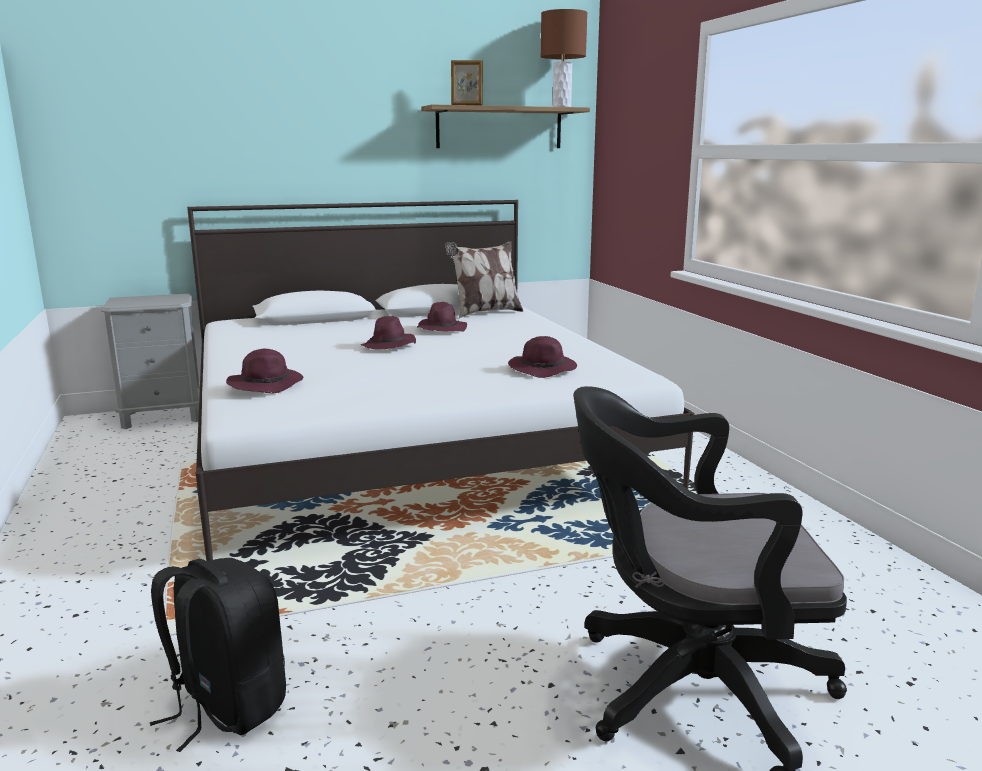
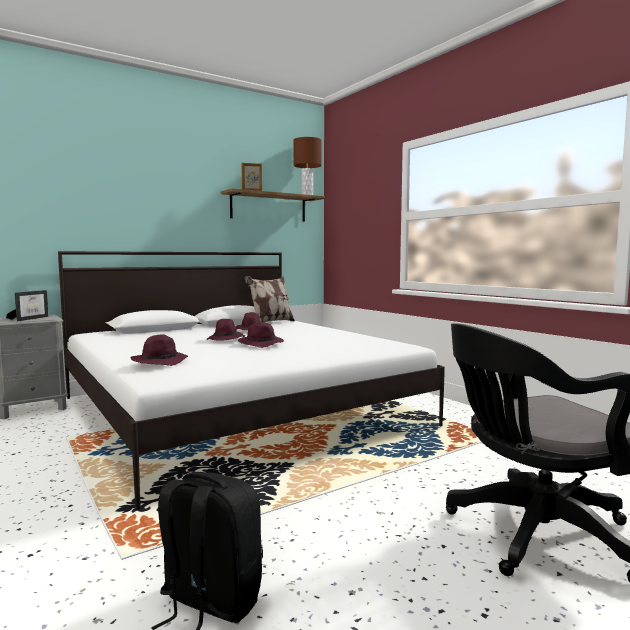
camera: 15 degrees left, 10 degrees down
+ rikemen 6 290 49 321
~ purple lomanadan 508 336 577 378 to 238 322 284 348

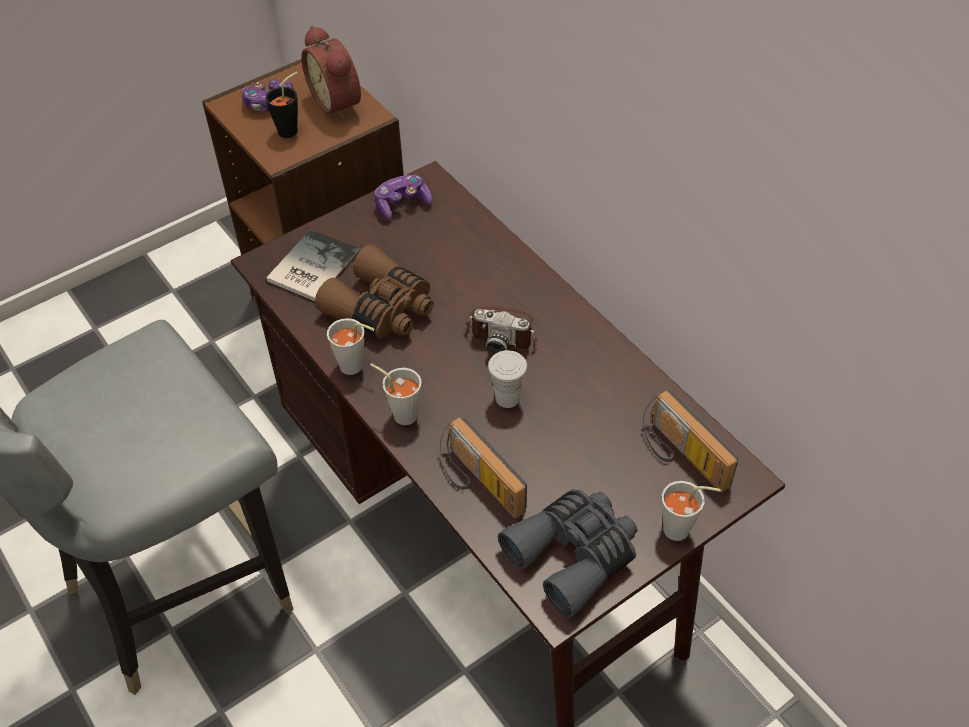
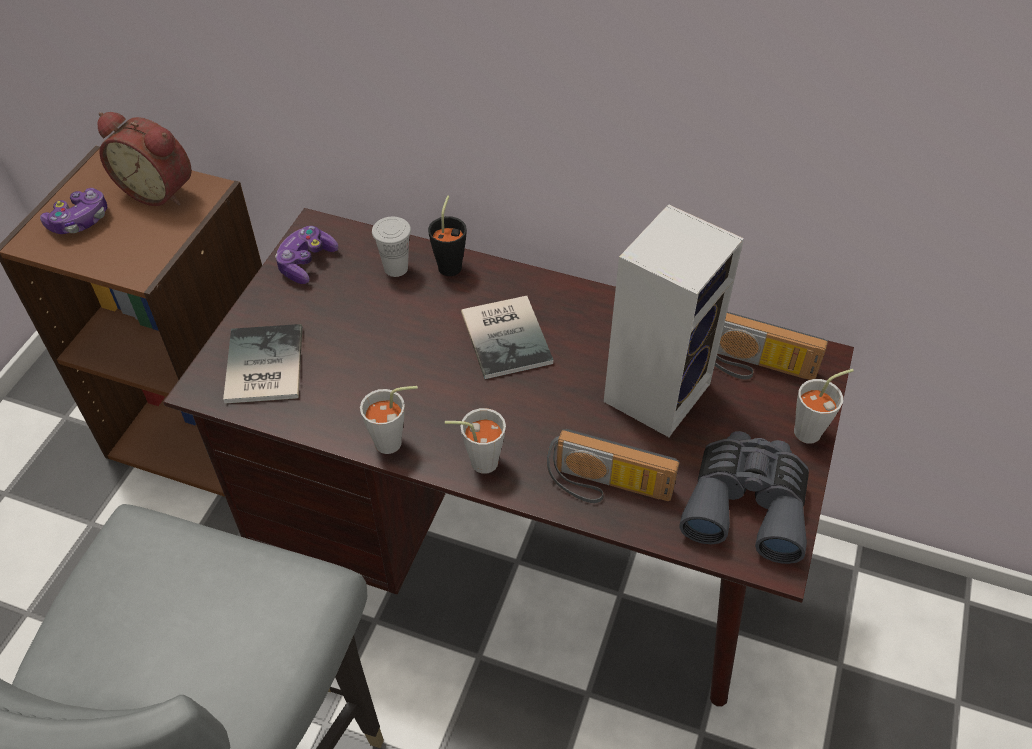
camera: 35 degrees left, 0 degrees up
- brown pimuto 315 244 434 339
+ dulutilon 604 204 744 437
~ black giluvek 265 72 298 138 to 428 196 467 276
~ white giluvek 488 350 527 408 to 372 217 411 277
~ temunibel 466 306 538 354 to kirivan 461 296 553 379

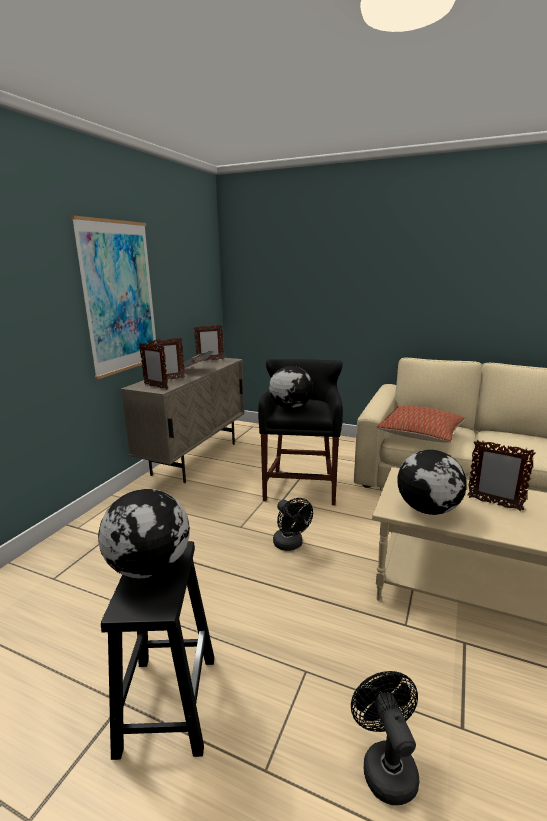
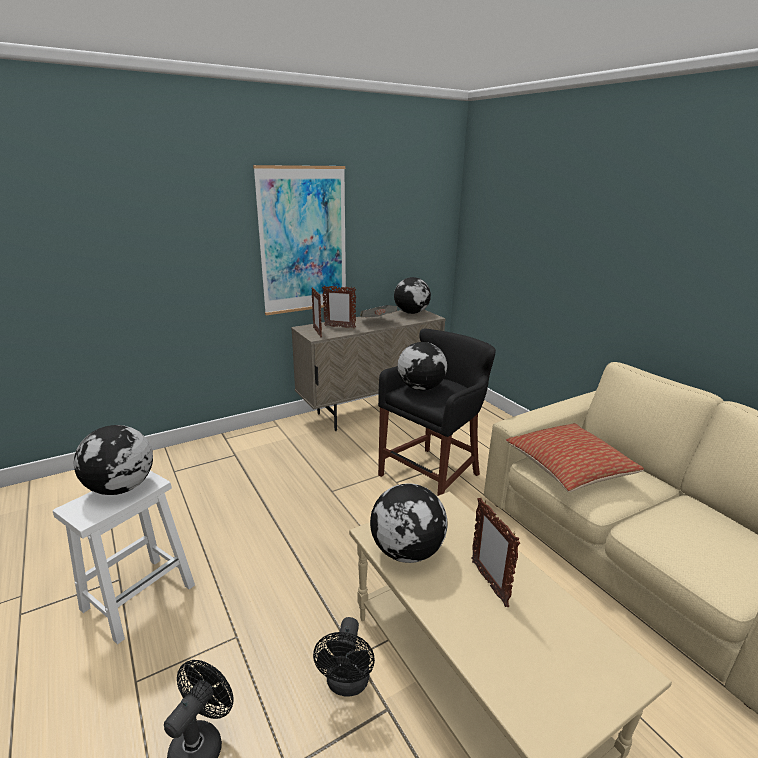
camera: 35 degrees right, 5 degrees up
~ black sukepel 273 498 313 551 to 313 617 375 697
~ rikemen 194 325 224 361 to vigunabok 394 277 431 314
~ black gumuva 101 541 214 760 to white gumuva 53 471 195 645

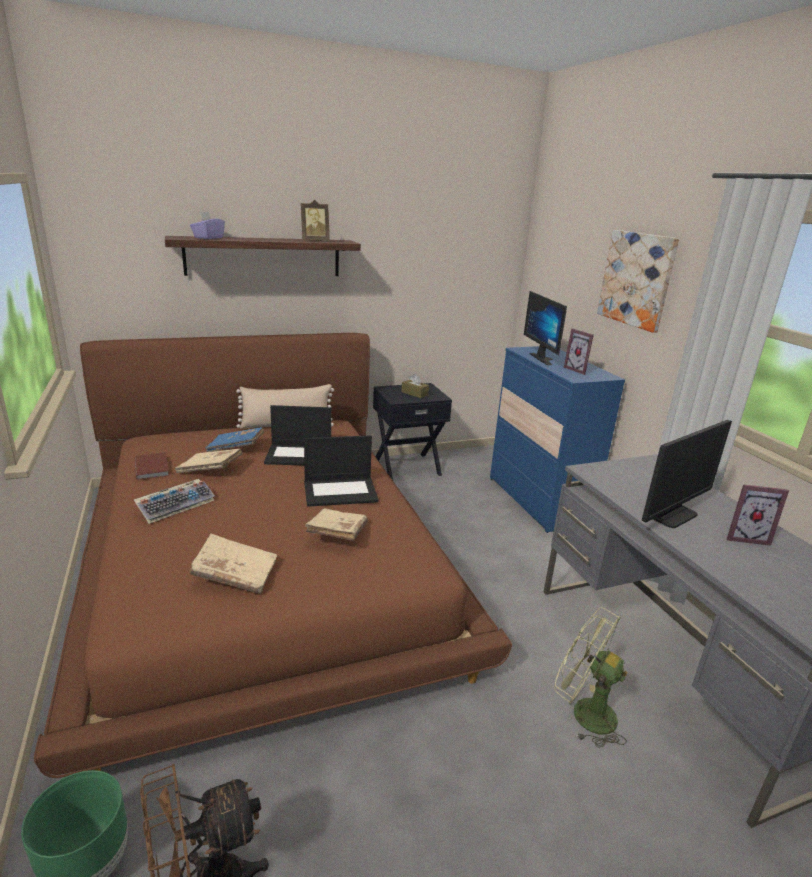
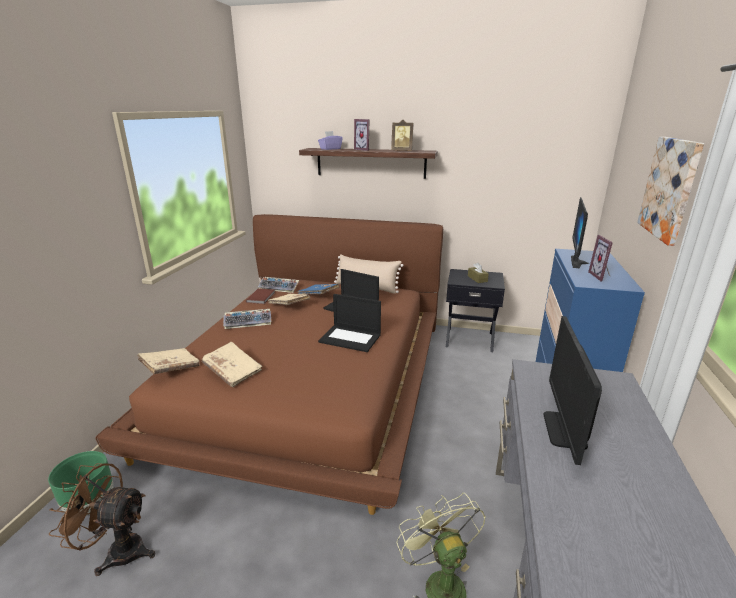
camera: 35 degrees right, 0 degrees up
+ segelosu 258 277 299 293
~ beige kirivan 305 508 368 541 to 137 348 200 374
~ rikemen 727 484 789 546 to 354 119 370 151
~ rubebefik 642 420 732 528 = 543 316 602 465 105 degrees clockwise

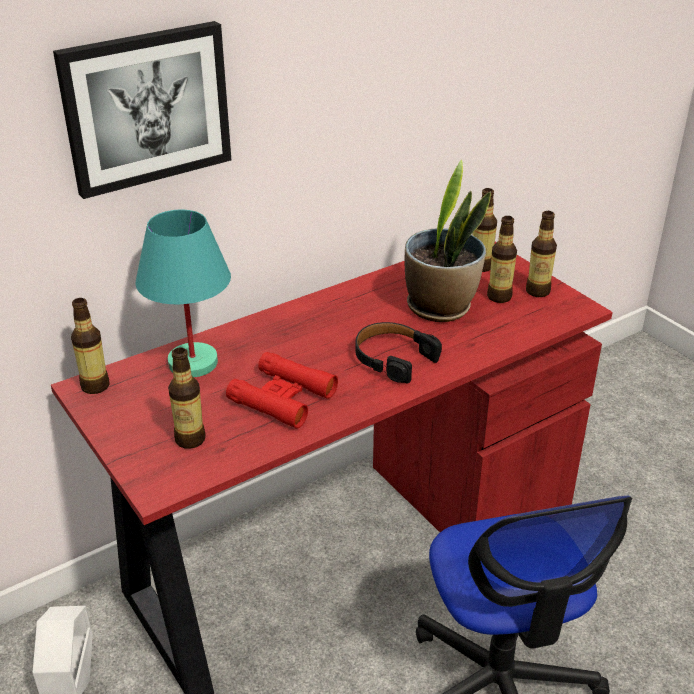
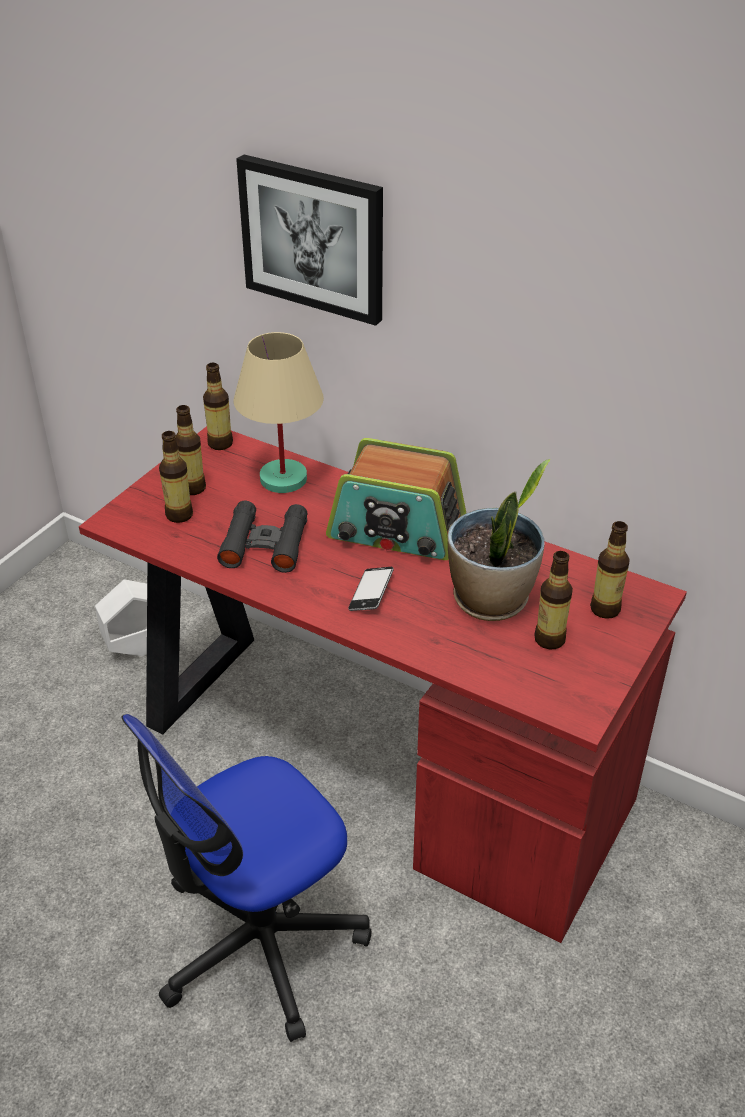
camera: 65 degrees right, 5 degrees up
+ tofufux 326 438 466 560
~ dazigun 526 211 557 297 to 176 405 206 495
~ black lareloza 355 322 442 384 to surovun 348 567 394 611
~ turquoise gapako 135 209 231 377 to beige gapako 233 332 324 493
~ red pimuto 226 352 338 429 to black pimuto 217 501 307 573

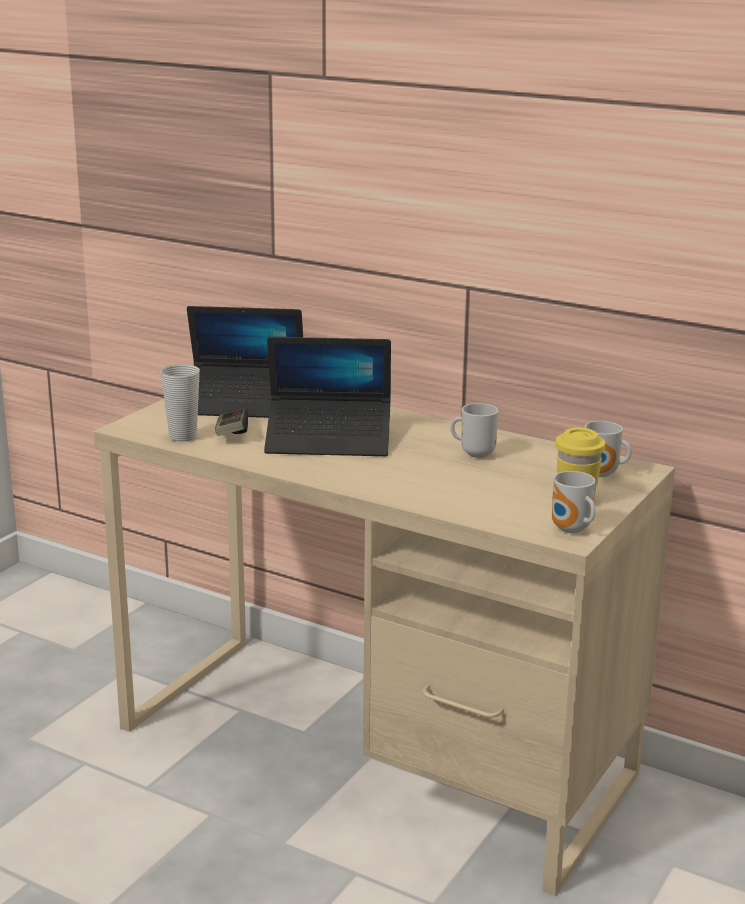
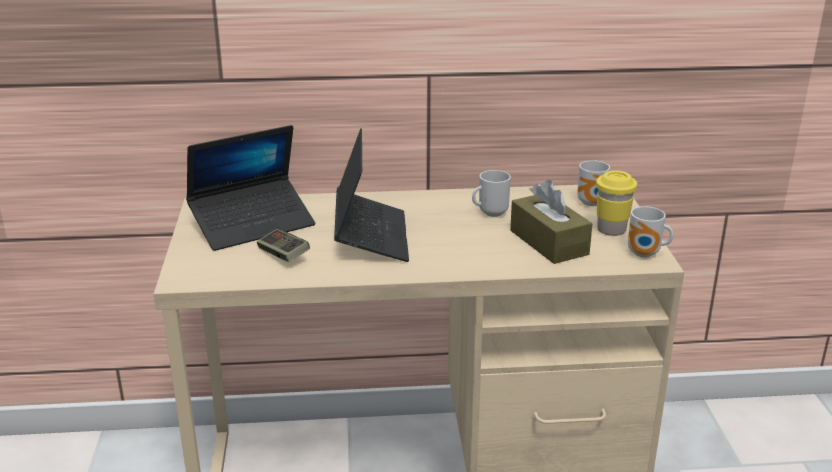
camera: 35 degrees left, 5 degrees up
- giluvek 160 364 200 442
+ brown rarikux 510 180 593 264
~ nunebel 264 337 391 456 = 334 128 409 262 60 degrees counterclockwise

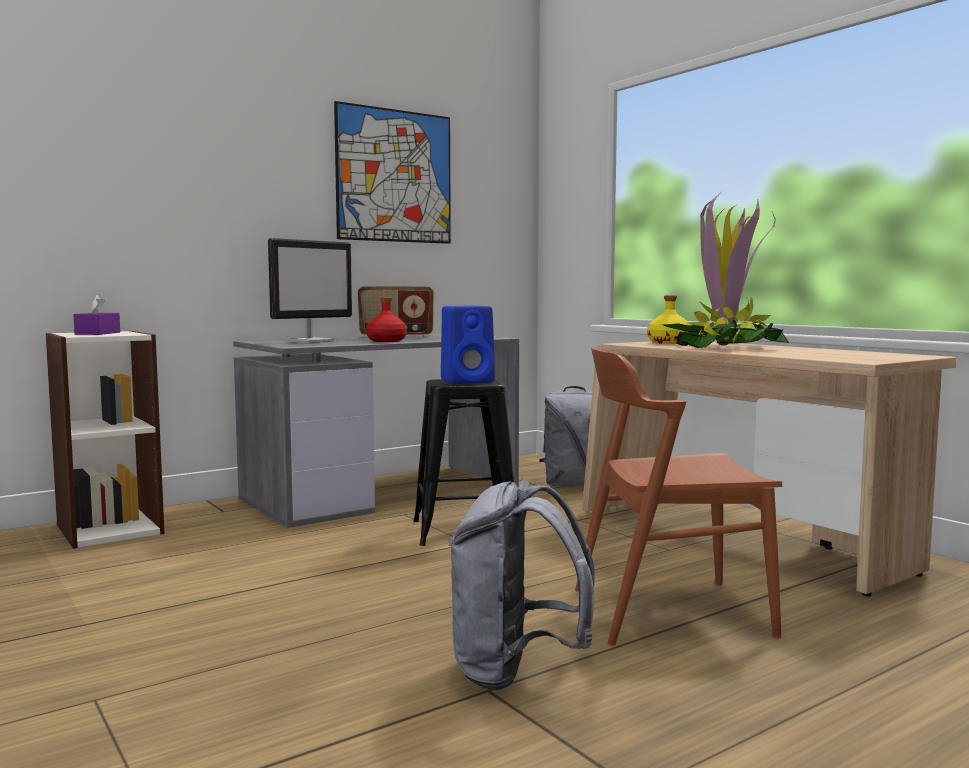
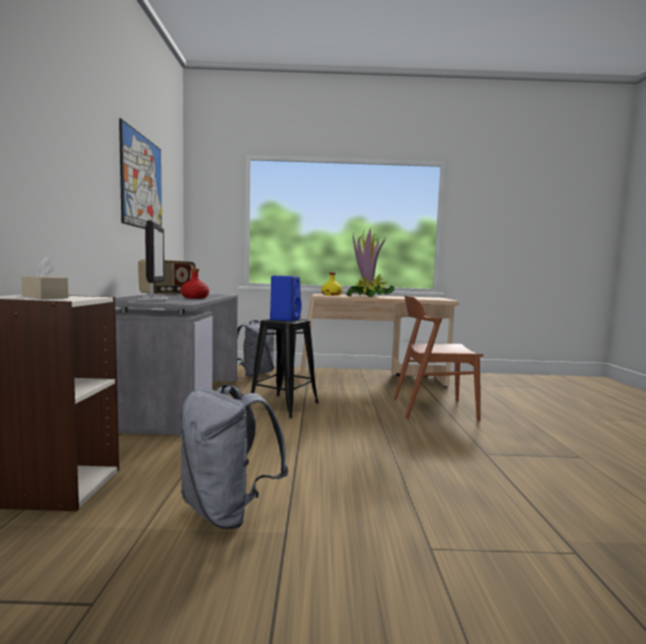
camera: 55 degrees left, 0 degrees up
~ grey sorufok 449 479 595 690 to 179 384 288 529
~ purple rarikux 73 294 120 335 to beige rarikux 21 257 69 299
~ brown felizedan 575 347 782 646 = 394 295 483 421 60 degrees clockwise

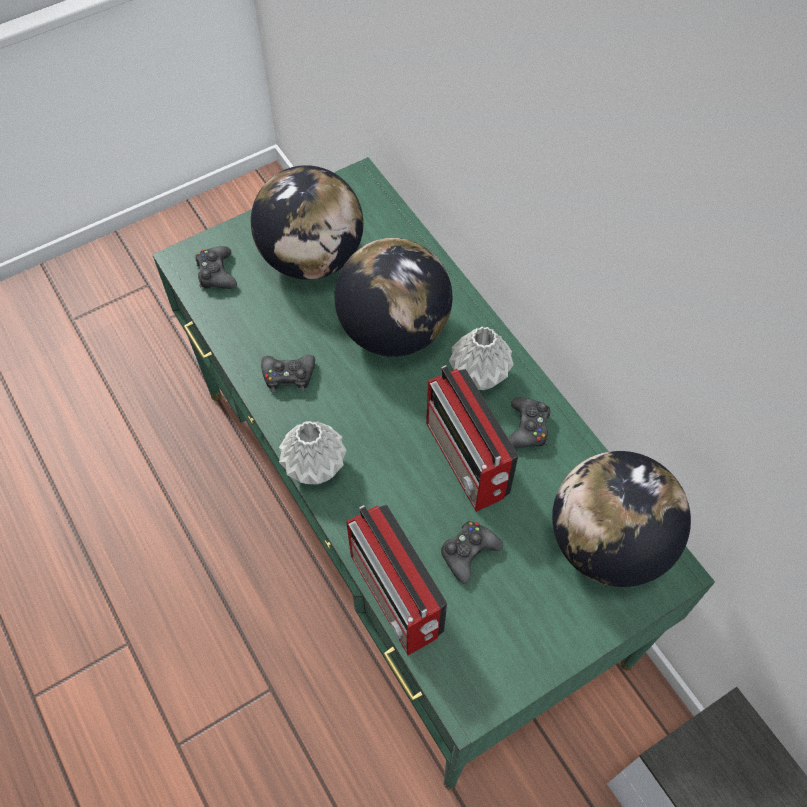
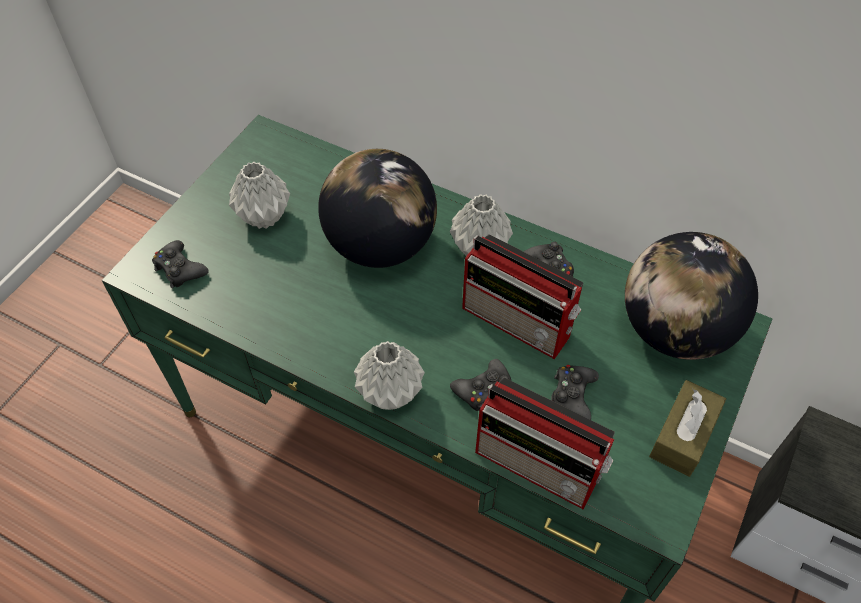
camera: 30 degrees left, 5 degrees down
+ brown rarikux 649 380 726 477
~ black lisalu 261 355 315 392 to 450 359 511 411
~ vigunabok 251 165 363 280 to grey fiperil 229 162 290 229

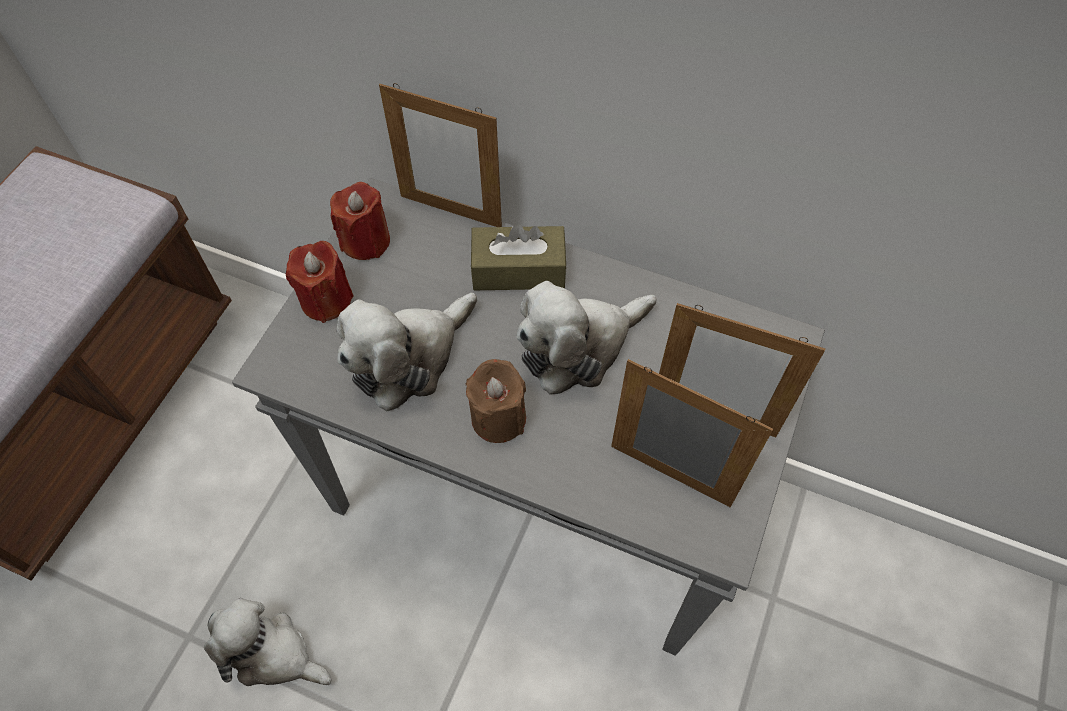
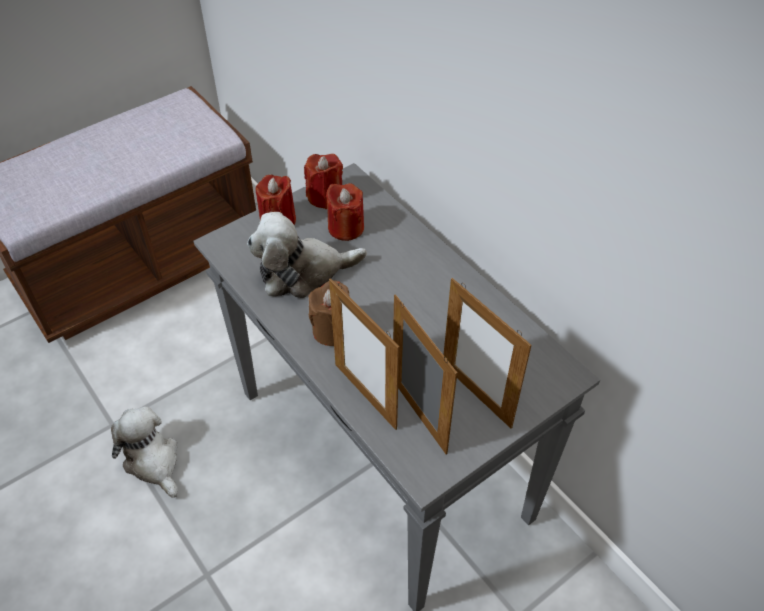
camera: 30 degrees right, 10 degrees down
- brown rarikux 471 224 567 290
- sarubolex 517 281 656 395
+ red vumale 326 183 364 241
~ rikemen 379 83 502 227 to 329 278 399 430

